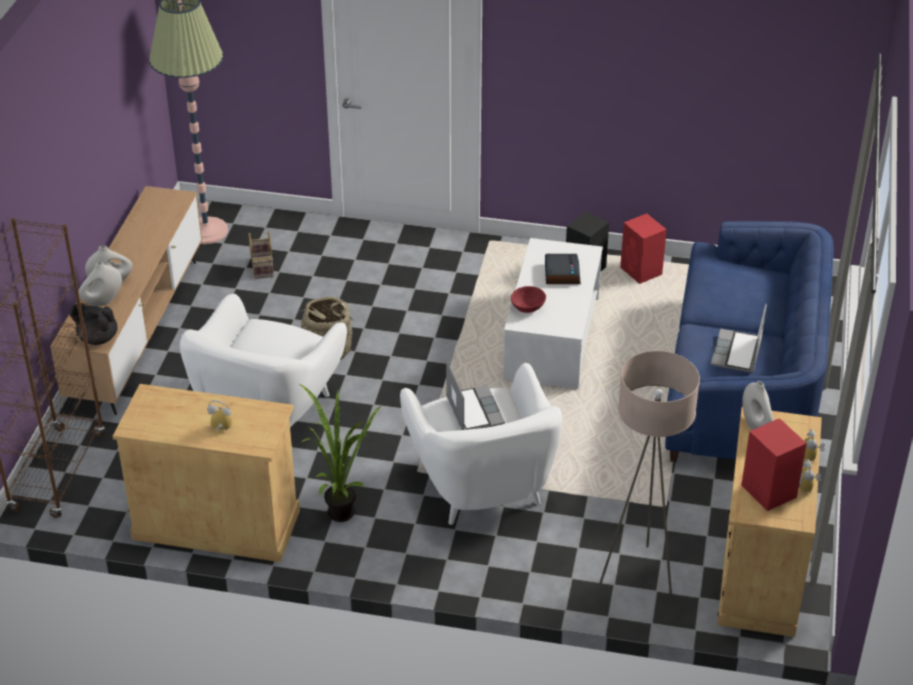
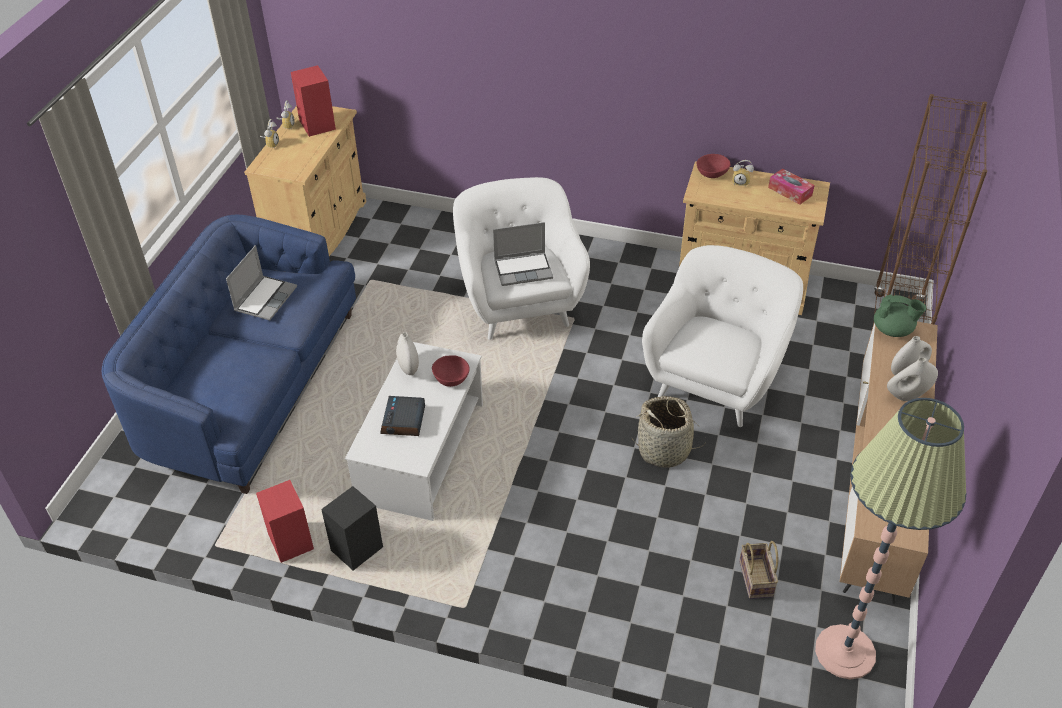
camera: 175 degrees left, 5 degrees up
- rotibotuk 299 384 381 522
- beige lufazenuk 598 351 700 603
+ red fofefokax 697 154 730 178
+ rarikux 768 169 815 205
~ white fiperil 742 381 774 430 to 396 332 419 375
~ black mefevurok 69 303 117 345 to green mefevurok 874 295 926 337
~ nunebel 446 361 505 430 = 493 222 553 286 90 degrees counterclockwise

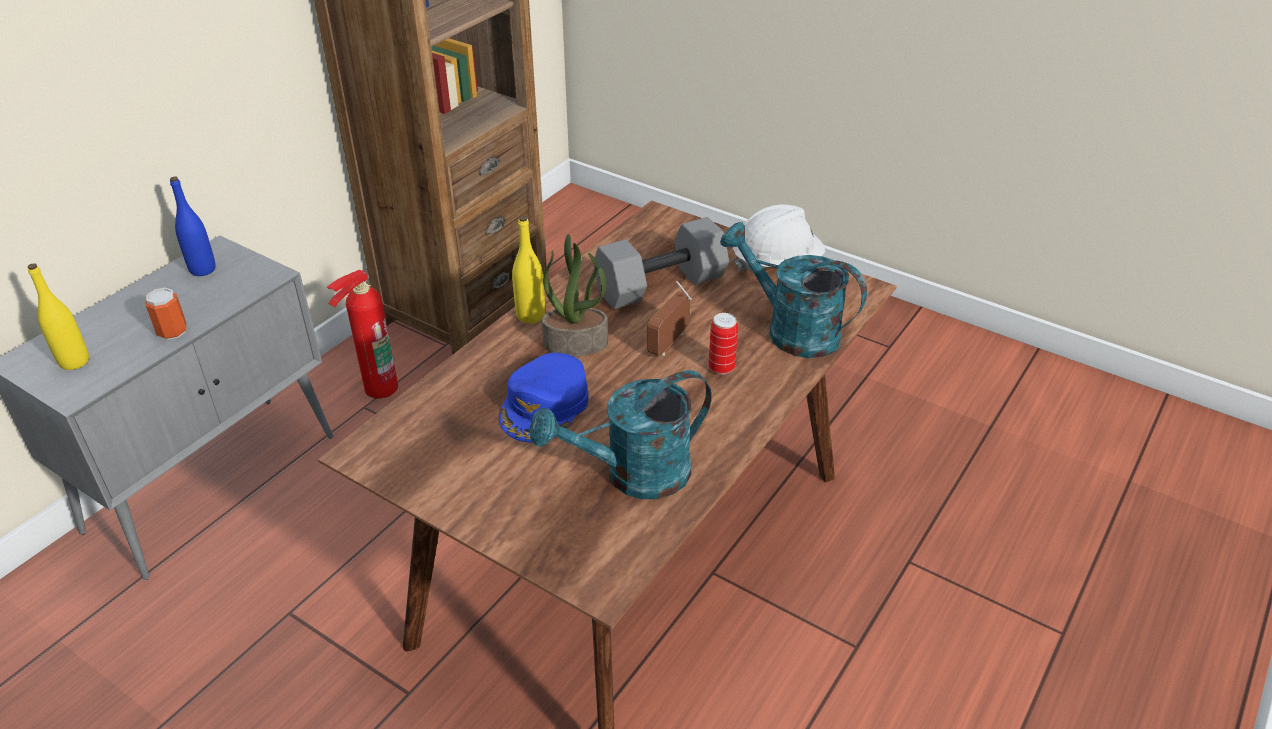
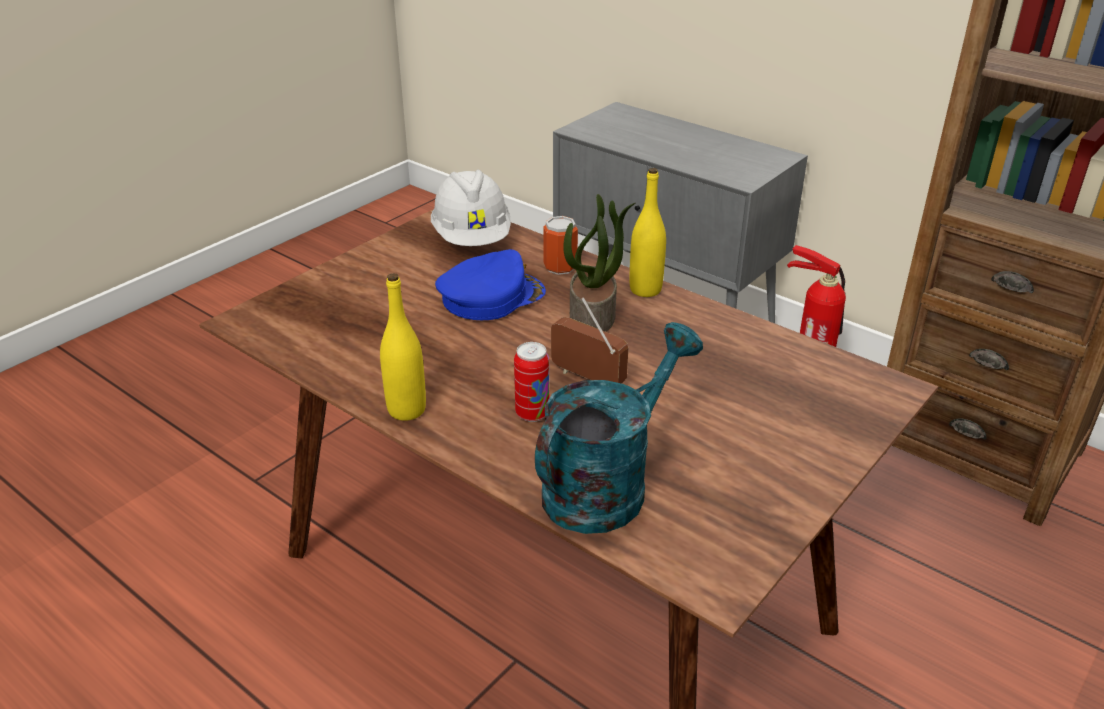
camera: 95 degrees right, 5 degrees down
- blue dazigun 170 176 216 276
- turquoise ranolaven 529 370 712 499
- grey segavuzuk 593 217 729 309
~ yellow dazigun 28 263 89 370 to 380 273 426 421
~ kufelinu 146 288 186 340 to 543 216 578 275
~ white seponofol 733 204 825 272 to 431 169 511 246
~ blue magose 499 353 588 443 = 435 249 546 320 120 degrees clockwise

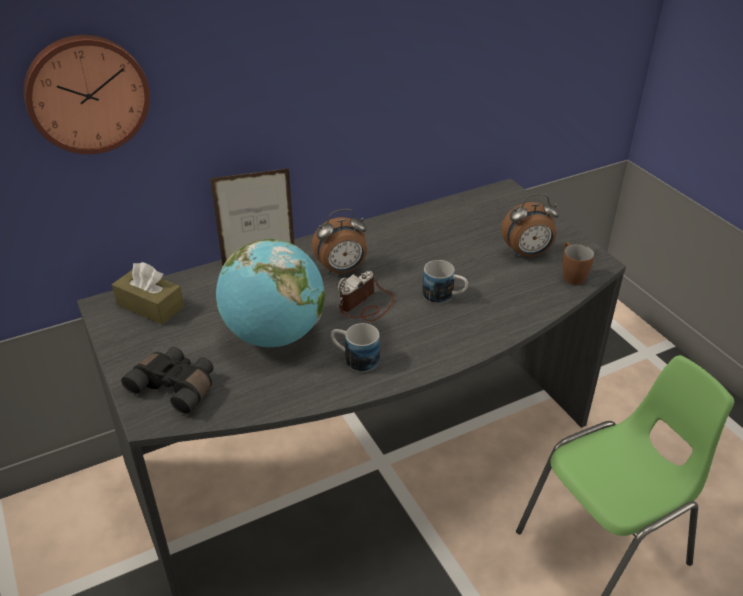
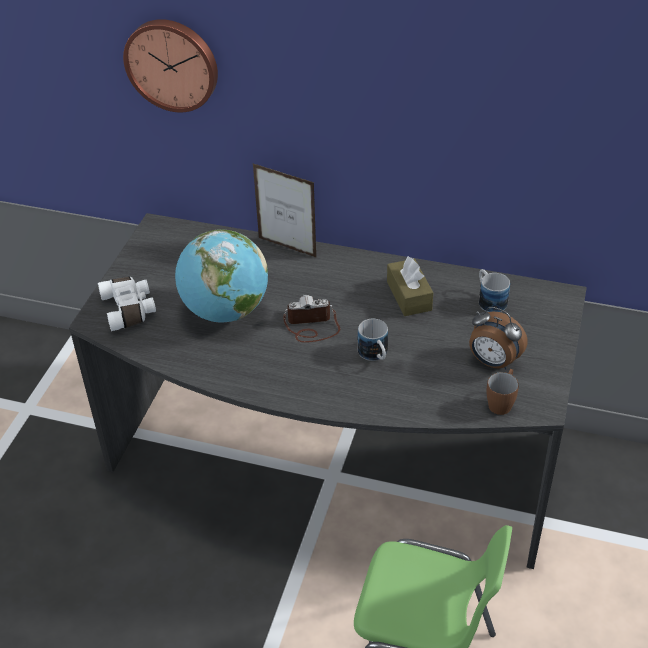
camera: 45 degrees right, 5 degrees up
- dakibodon 312 209 367 274
~ brown rarikux 112 262 184 325 to 387 256 433 316
~ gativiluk 331 323 380 372 to 479 269 510 312
~ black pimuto 121 347 214 415 to white pimuto 98 277 156 331

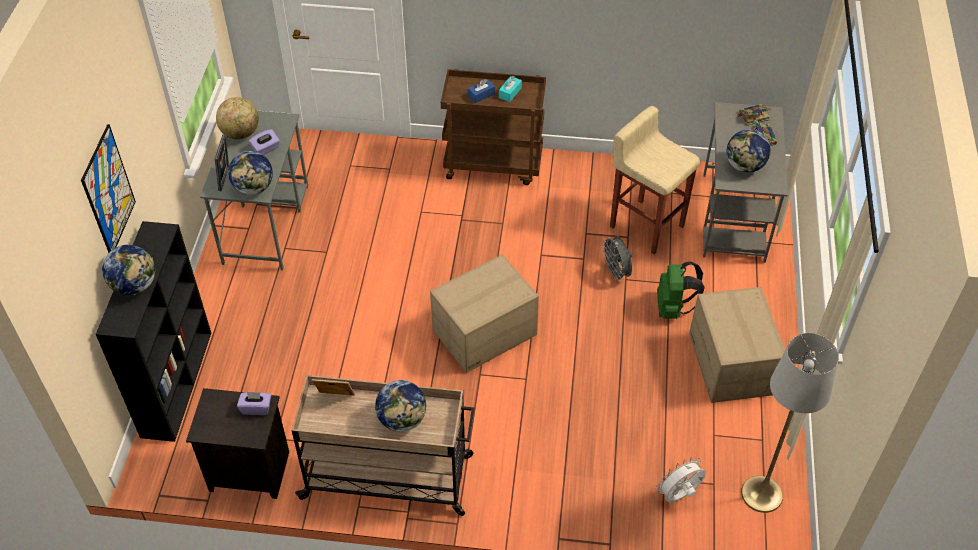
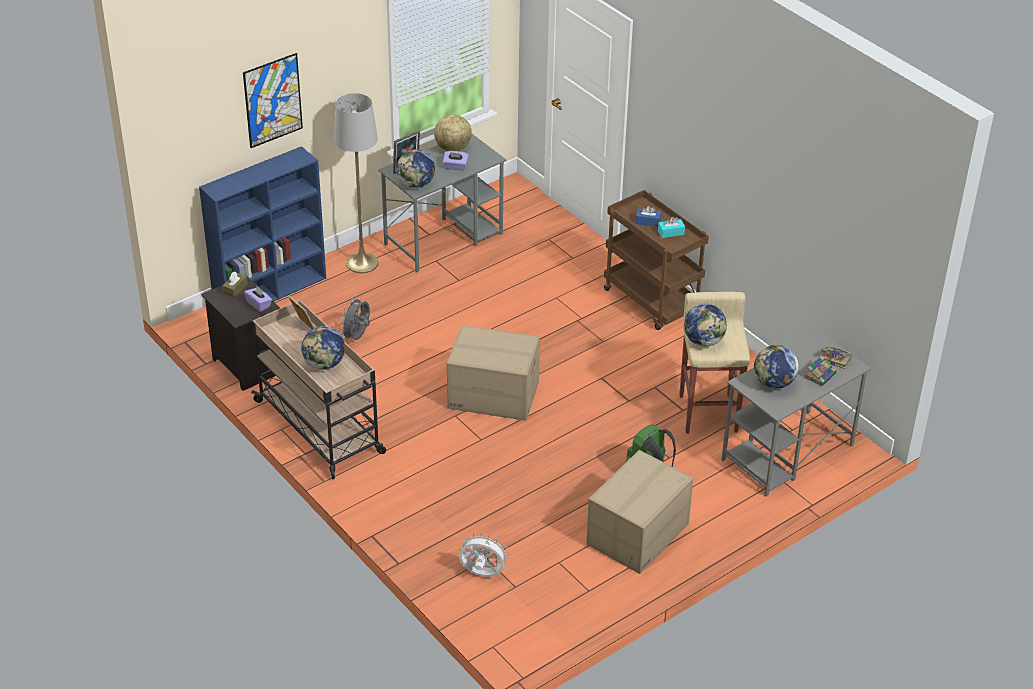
camera: 45 degrees right, 10 degrees down
+ brown rarikux 222 272 248 298
~ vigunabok 102 245 155 295 to 684 304 727 347
~ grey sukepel 601 236 632 282 to 340 296 370 340
~ grey lufazenuk 741 333 839 513 to 334 93 378 273
~ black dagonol 96 221 211 442 to blue dagonol 199 146 326 301

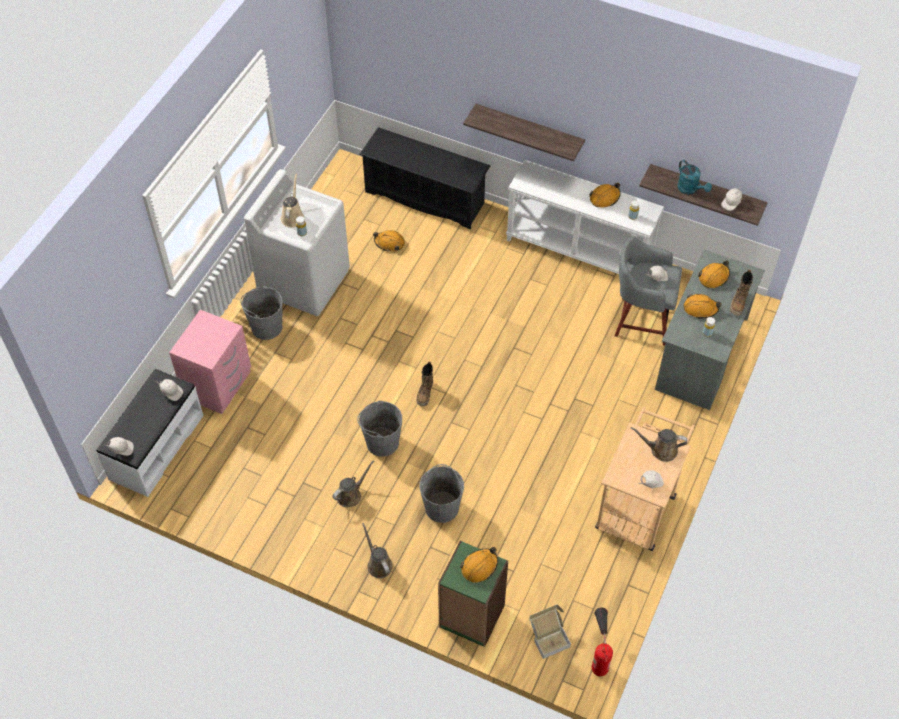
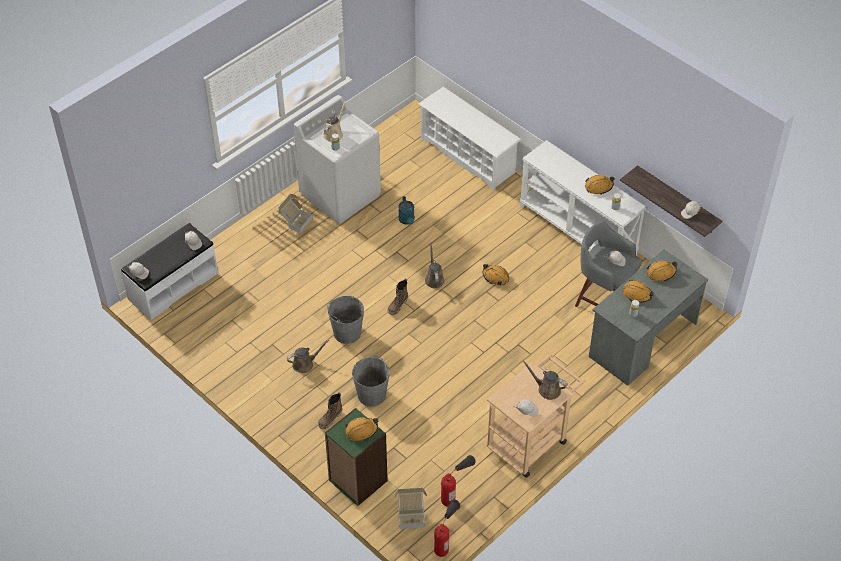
camera: 20 degrees right, 5 degrees down
- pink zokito 169 310 251 414
- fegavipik 463 104 585 161
+ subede 440 455 476 507
~ brown ranolaven 362 523 393 578 to 425 244 444 288
~ orange seponofol 373 230 405 252 to 483 264 509 285
~ turquoise ranolaven 677 160 712 195 to 398 196 415 225
~ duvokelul 730 269 753 316 to 318 393 342 429
~ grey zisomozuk 240 286 283 340 to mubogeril 278 194 313 233
~ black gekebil 359 127 491 229 to white gekebil 418 87 522 190

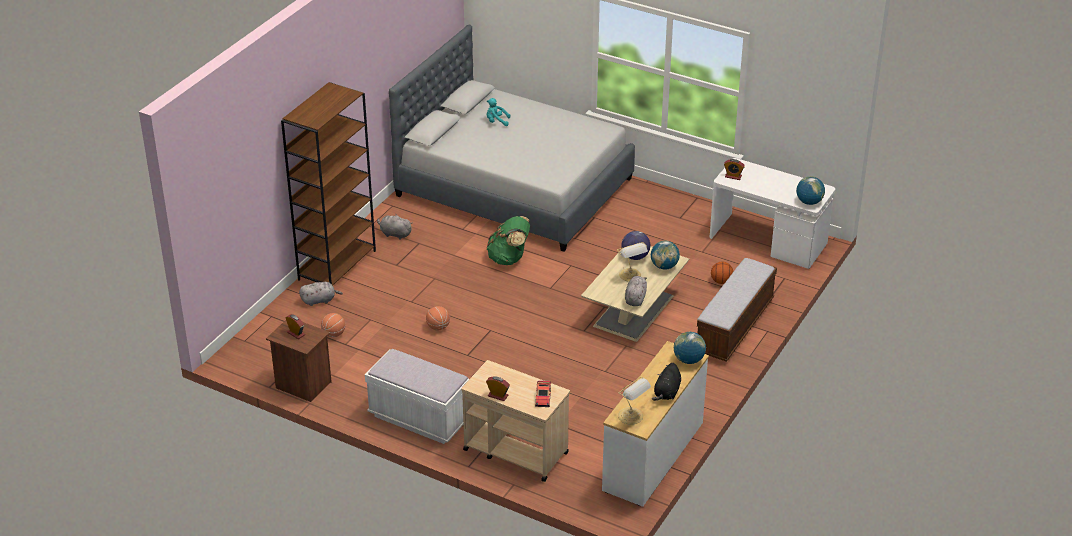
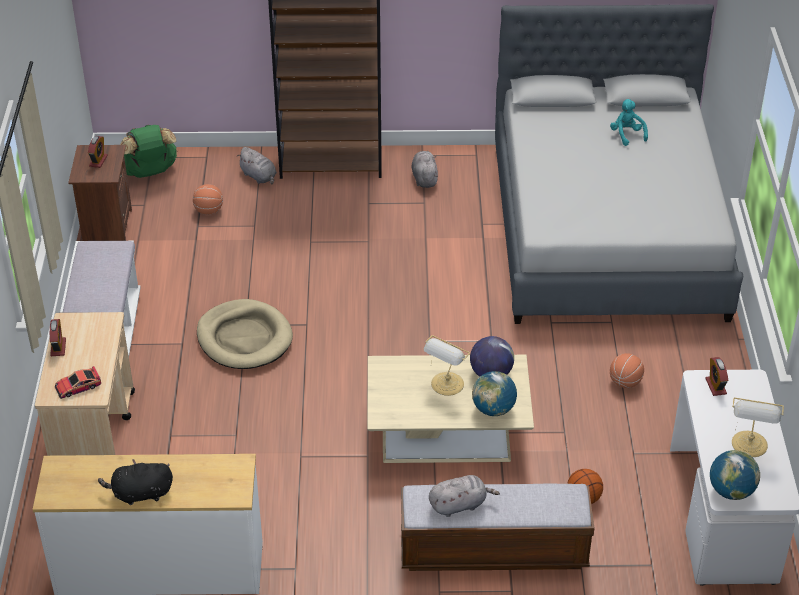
camera: 60 degrees right, 5 degrees up
- vigunabok 674 332 706 364
+ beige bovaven 197 299 293 369
~ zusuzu 426 306 450 330 to 610 353 644 388
~ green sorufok 487 216 530 265 to 120 125 178 178
~ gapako 618 376 651 425 to 732 398 784 457
~ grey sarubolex 625 276 647 306 to 429 475 500 517

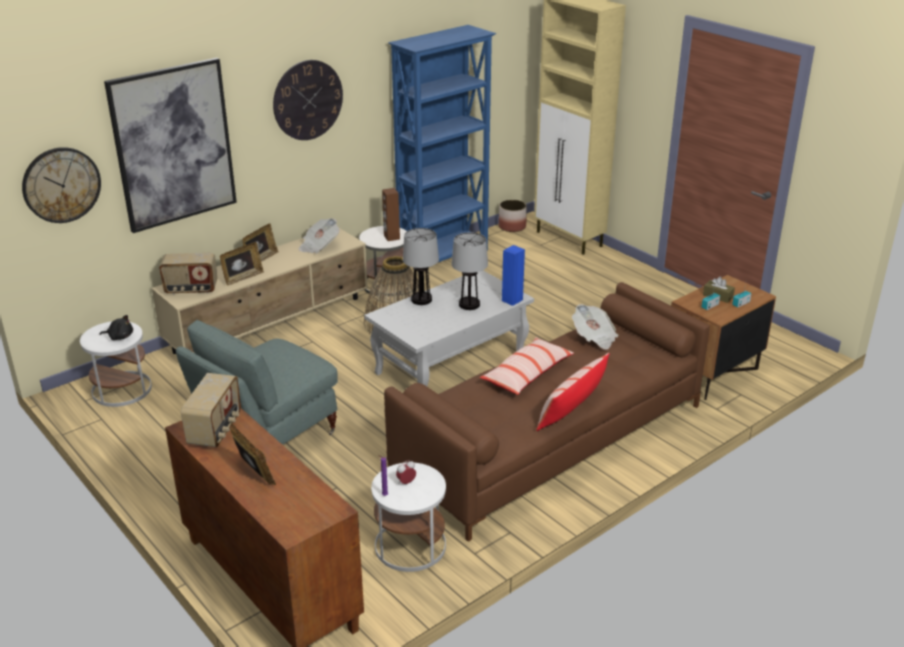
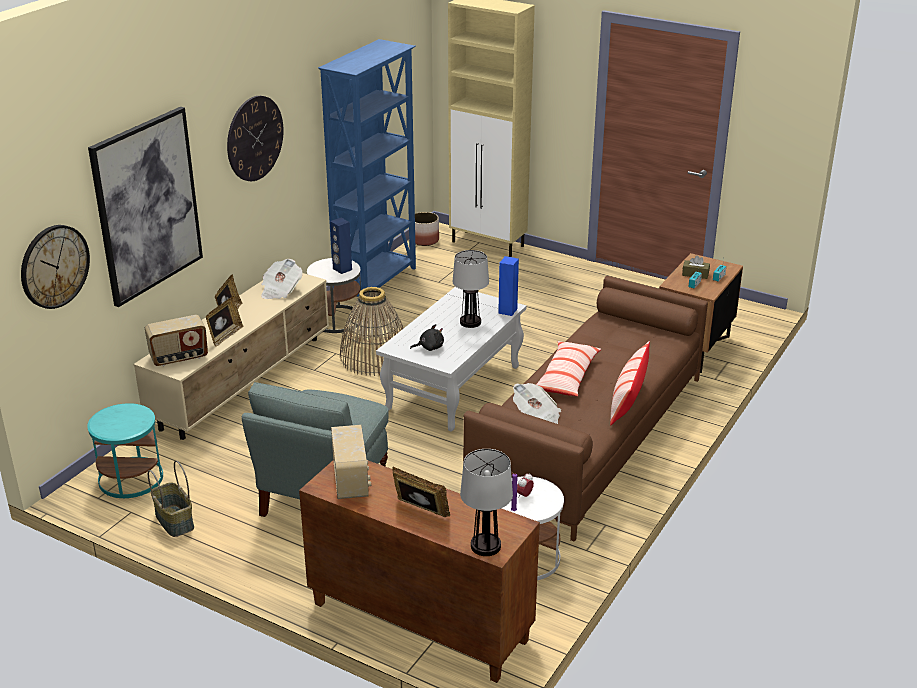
camera: 20 degrees left, 0 degrees up
+ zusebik 148 461 194 537
~ black sarubolex 100 315 133 340 to 410 324 444 351
~ gapako 403 228 439 305 to 460 449 513 556
~ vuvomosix 572 304 619 350 to 513 383 561 424
~ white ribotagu 80 321 152 407 to turquoise ribotagu 87 403 163 498
~ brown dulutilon 382 188 400 241 to blue dulutilon 330 218 352 274

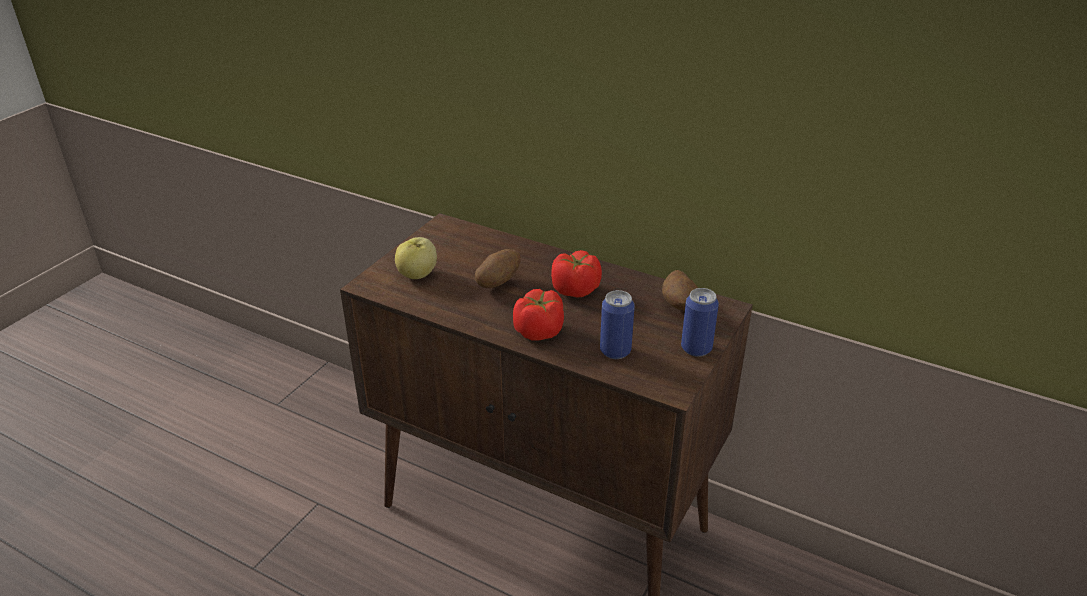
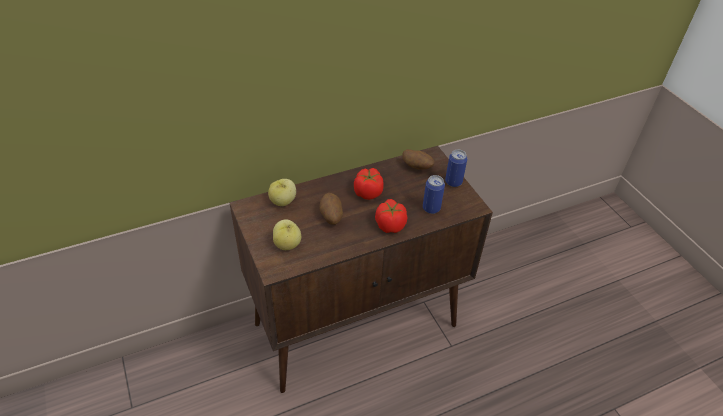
camera: 55 degrees left, 10 degrees up
+ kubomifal 268 179 296 206

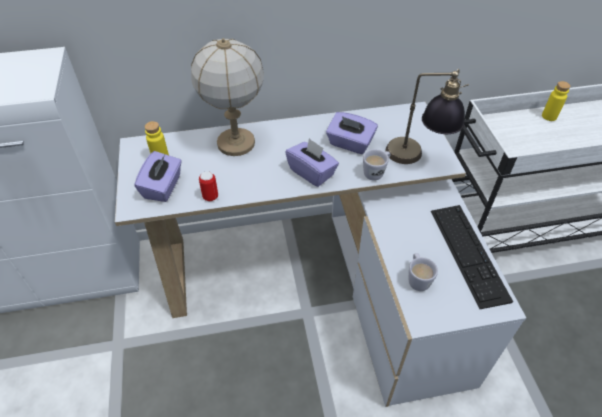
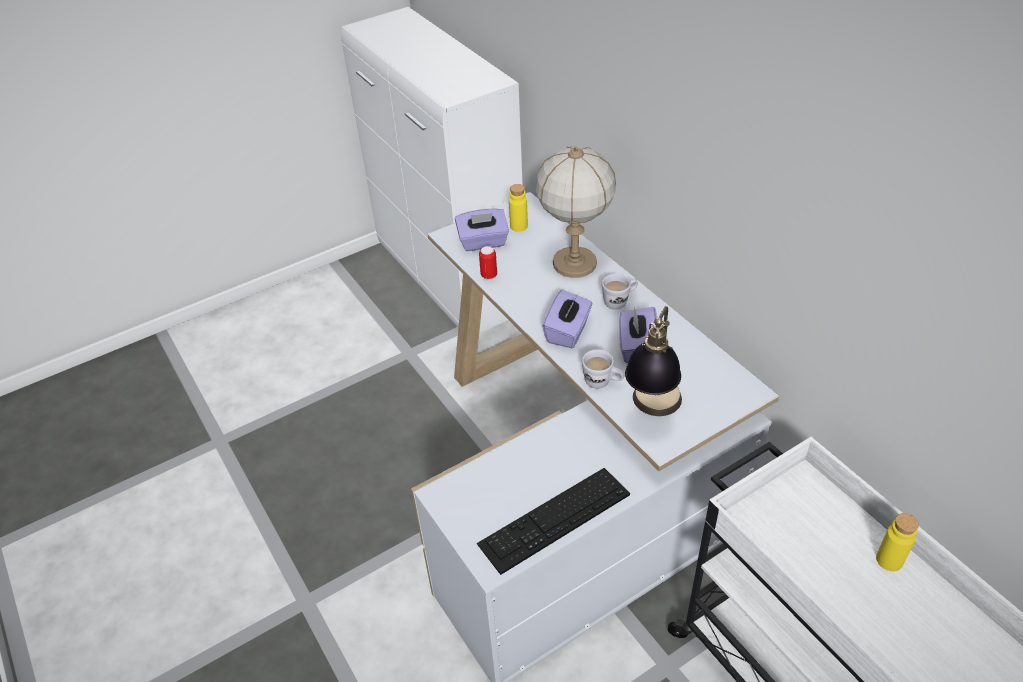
camera: 70 degrees right, 5 degrees down
~ white gativiluk 409 253 438 291 to 602 274 638 310

